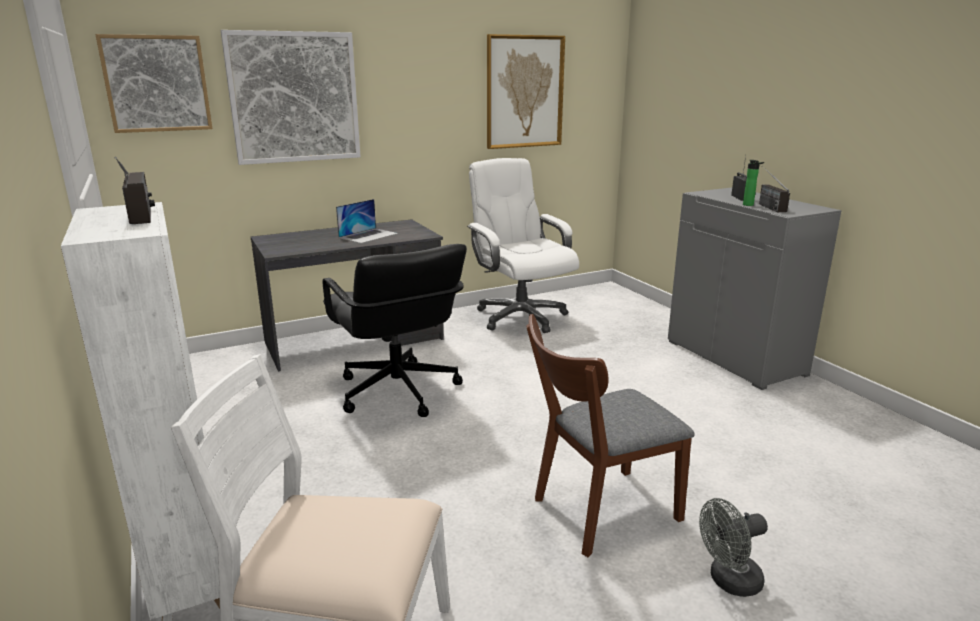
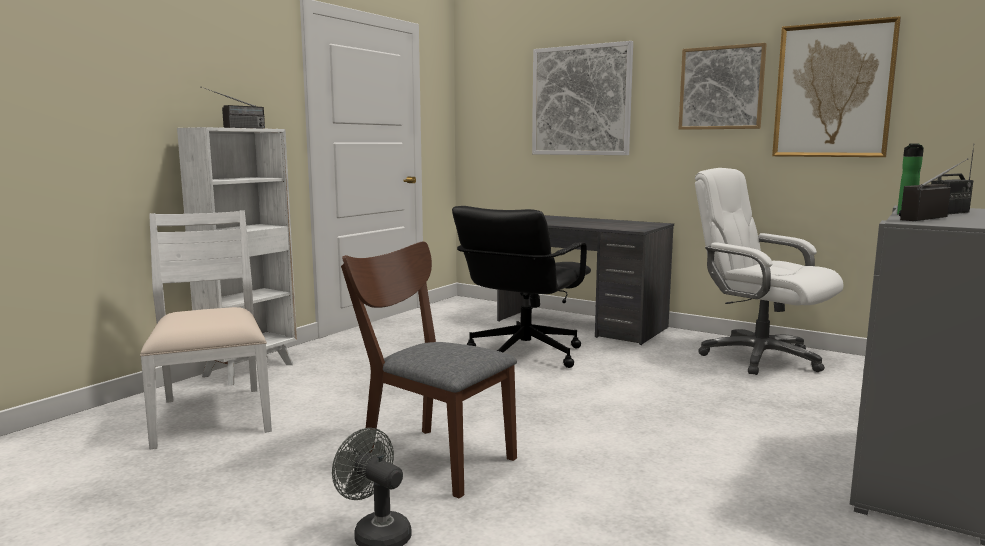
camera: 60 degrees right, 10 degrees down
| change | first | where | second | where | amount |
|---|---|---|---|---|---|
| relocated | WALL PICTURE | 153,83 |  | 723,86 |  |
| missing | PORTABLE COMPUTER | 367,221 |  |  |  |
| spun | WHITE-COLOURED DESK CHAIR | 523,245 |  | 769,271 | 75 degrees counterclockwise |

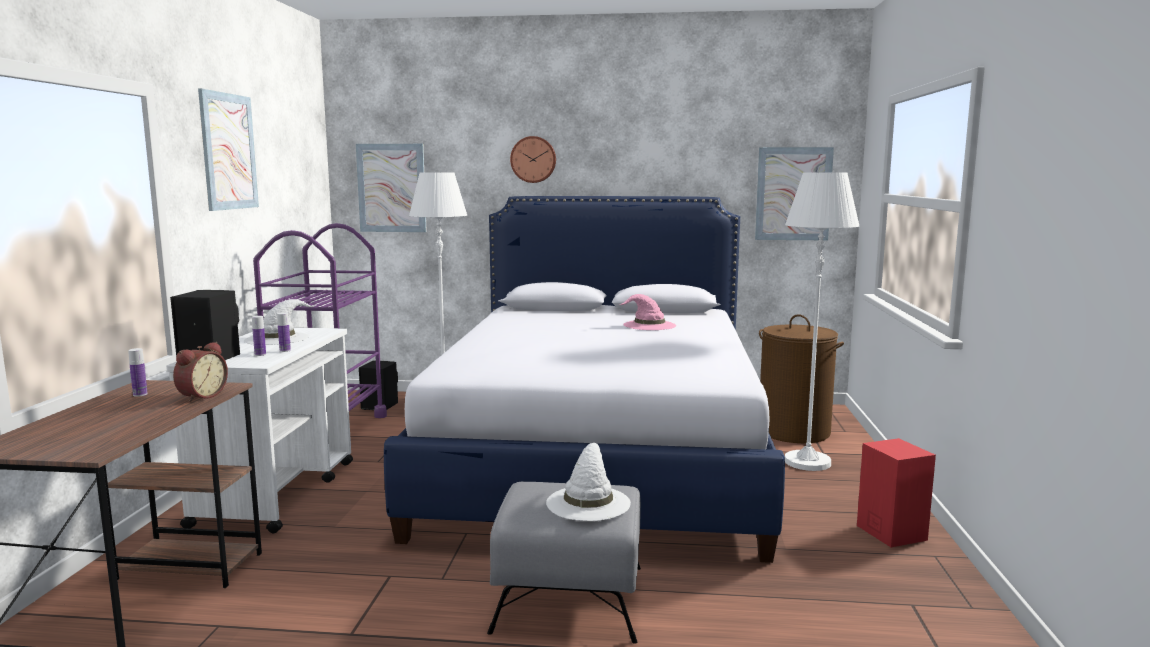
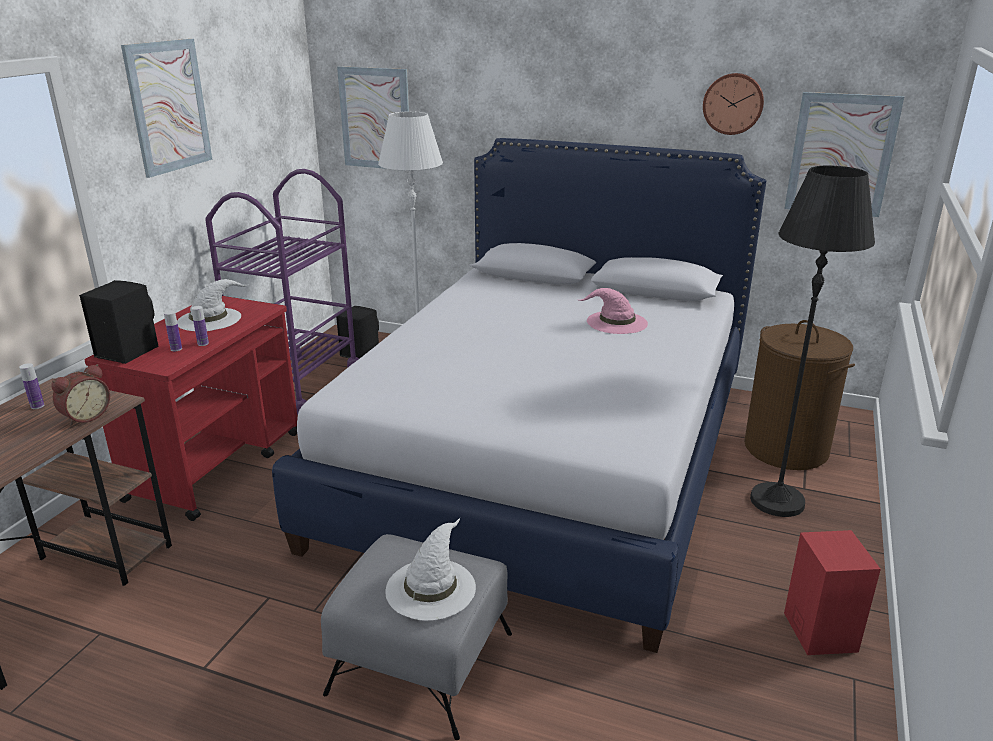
camera: 15 degrees right, 15 degrees up
| change | first | where | second | where | amount |
|---|---|---|---|---|---|
| colour | WHITE-COLOURED CART | 259,430 | RED CART | 191,408 |  |
| relocated | WALL CLOCK | 533,159 |  | 733,104 |  |
| colour | WHITE-COLOURED FLOOR LAMP | 822,321 | BLACK-COLOURED FLOOR LAMP | 812,341 |  |

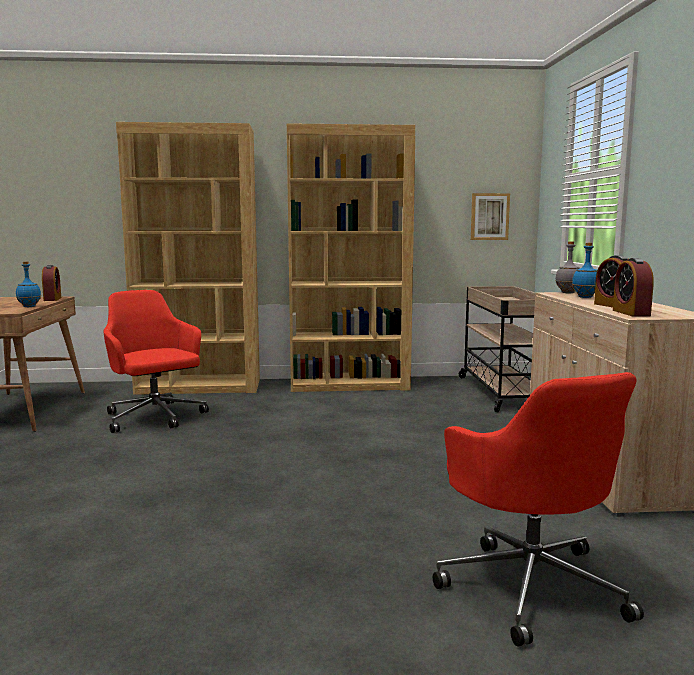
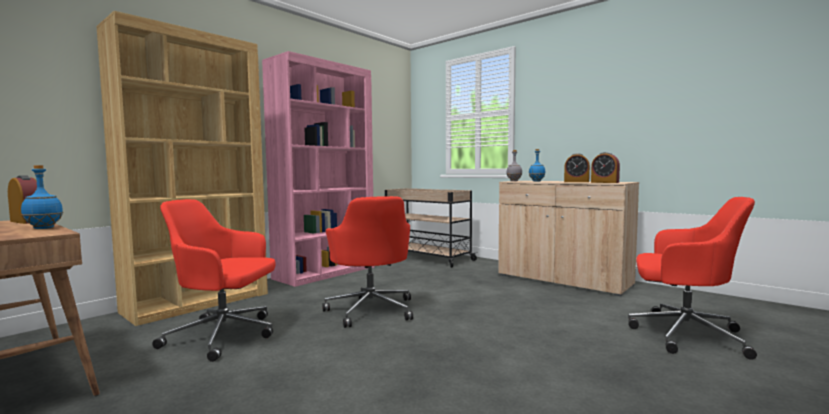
camera: 45 degrees left, 5 degrees down
| change | first | where | second | where | amount |
|---|---|---|---|---|---|
| colour | BROWN BOOKSHELF | 350,257 | PINK-COLOURED BOOKSHELF | 318,169 |  |
| missing | WALL PICTURE | 490,216 |  |  |  |
| appeared |  |  | RED DESK CHAIR | 367,262 |  |

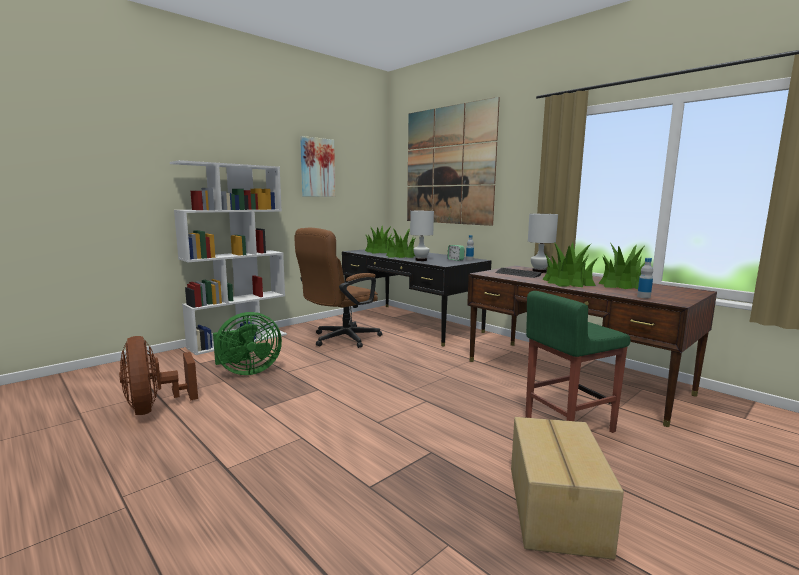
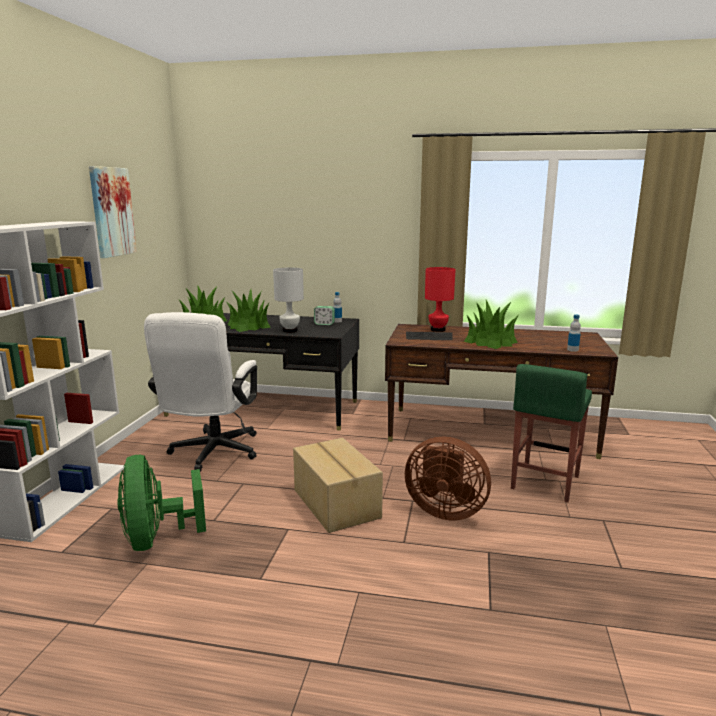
camera: 35 degrees left, 5 degrees up
| change | first | where | second | where | amount |
|---|---|---|---|---|---|
| relocated | BROWN COOLING FAN | 158,375 |  | 448,478 |  |
| spun | GREENISH COOLING FAN | 247,343 |  | 161,503 | 135 degrees clockwise |
| colour | BROWN DESK CHAIR | 338,288 | WHITE-COLOURED DESK CHAIR | 200,392 |  |
| missing | WALL PICTURE | 453,161 |  |  |  |
| relocated | CARDBOARD BOX | 567,488 |  | 338,485 |  |
| colour | WHITE-COLOURED LAMP FOR A TABLE | 543,243 | RED LAMP FOR A TABLE | 440,299 |  |
| missing | PLANT IN A POT | 621,266 |  |  |  |

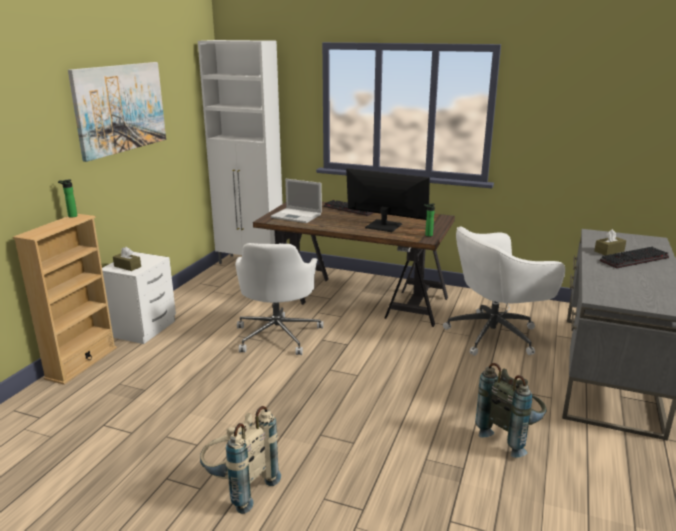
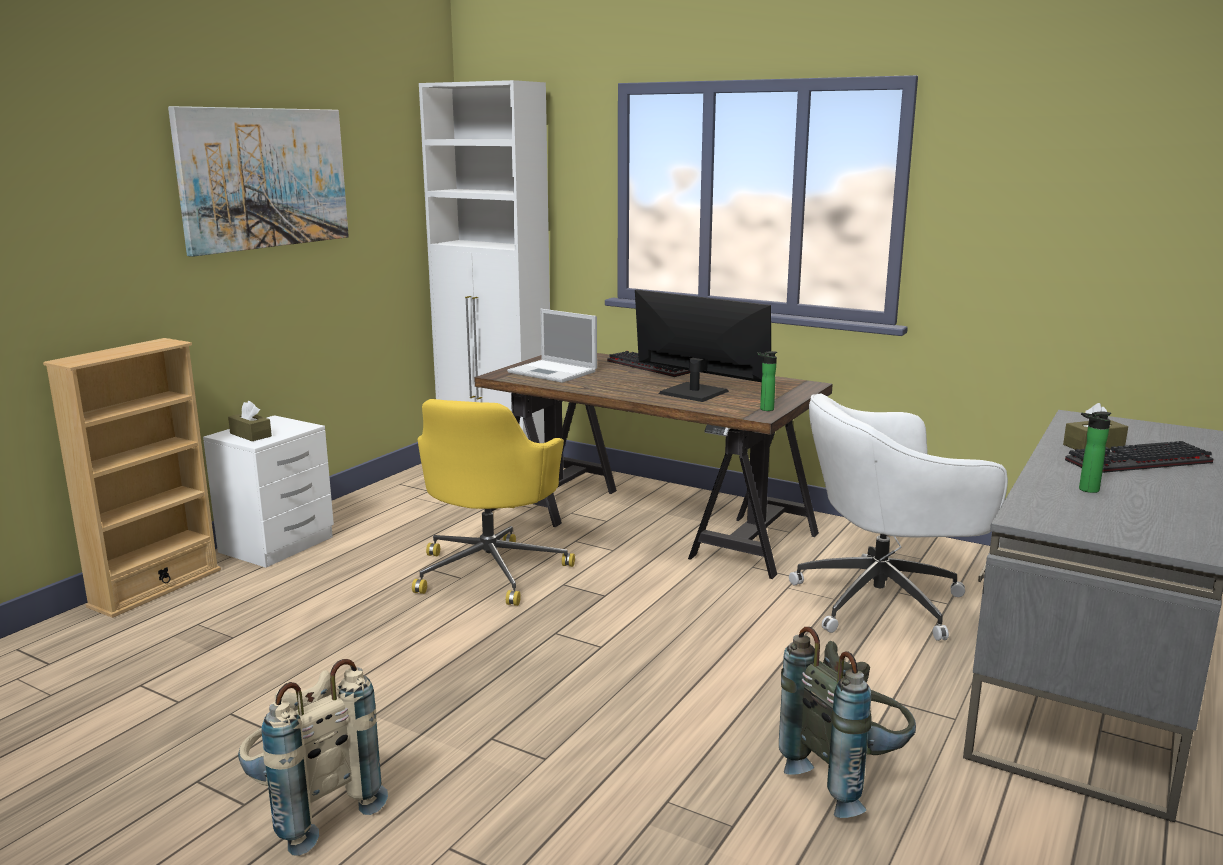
camera: 10 degrees right, 5 degrees down
| change | first | where | second | where | amount |
|---|---|---|---|---|---|
| relocated | BOTTLE | 68,199 |  | 1095,452 |  |
| colour | WHITE-COLOURED DESK CHAIR | 279,299 | YELLOWISH DESK CHAIR | 493,502 |  |

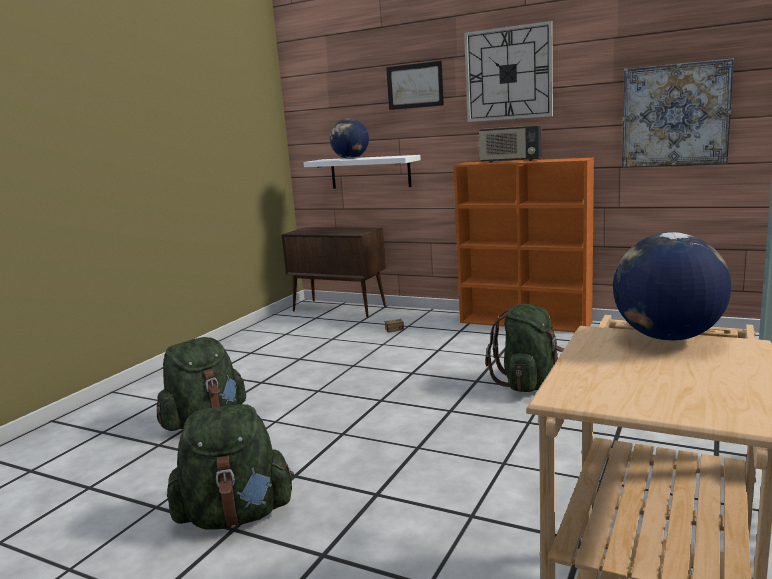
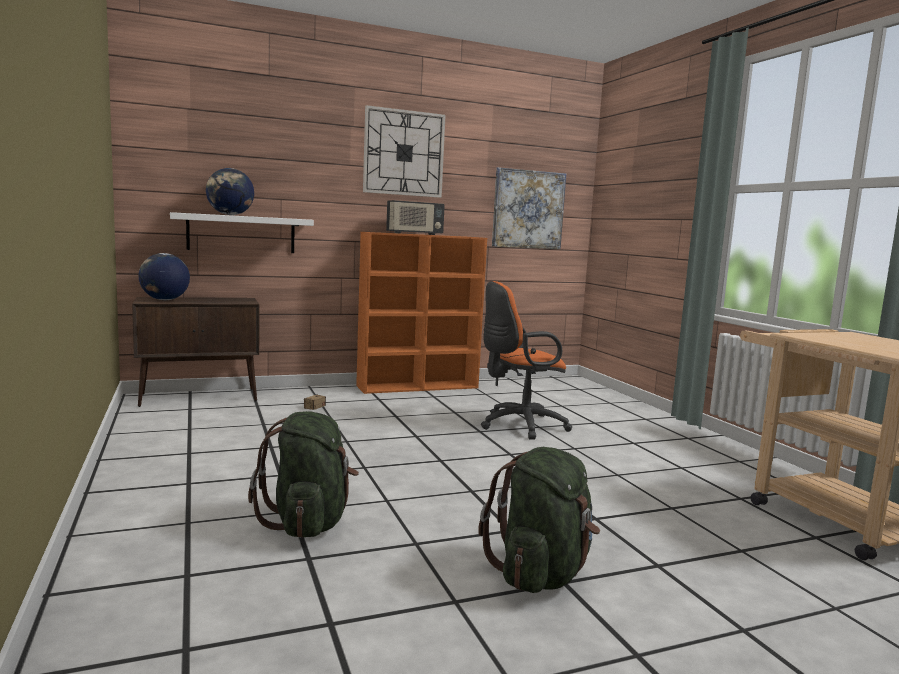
camera: 50 degrees left, 5 degrees down
| change | first | where | second | where | amount |
|---|---|---|---|---|---|
| missing | WALL PICTURE | 415,85 |  |  |  |
| exchanged | GREENISH RUCKSACK | 524,348 | ORANGE DESK CHAIR | 526,360 |  |
| relocated | GLOBE | 672,286 |  | 164,276 |  |

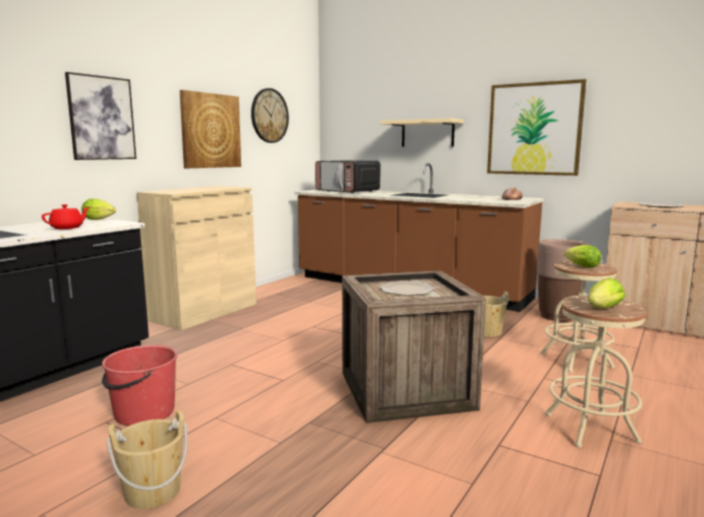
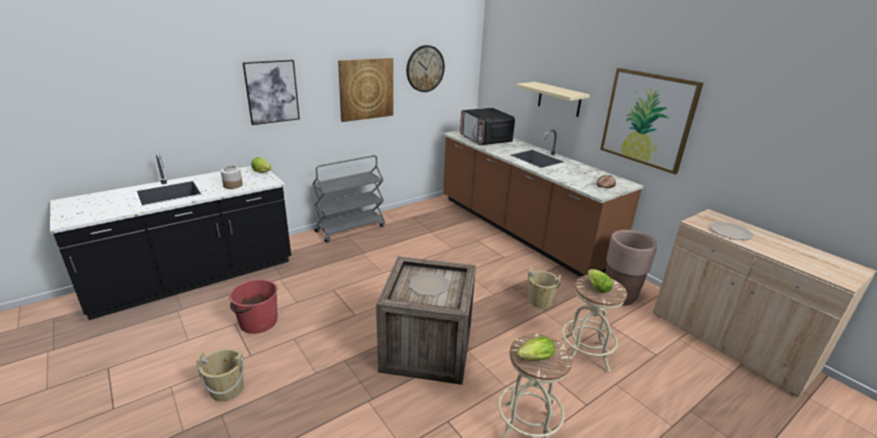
camera: 20 degrees right, 15 degrees up
| change | first | where | second | where | amount |
|---|---|---|---|---|---|
| exchanged | RED TEAPOT | 66,216 | PRESERVE JAR | 232,177 |  |
| exchanged | SAND-COLOURED STORAGE CABINET | 196,258 | GRAY CART | 348,199 |  |

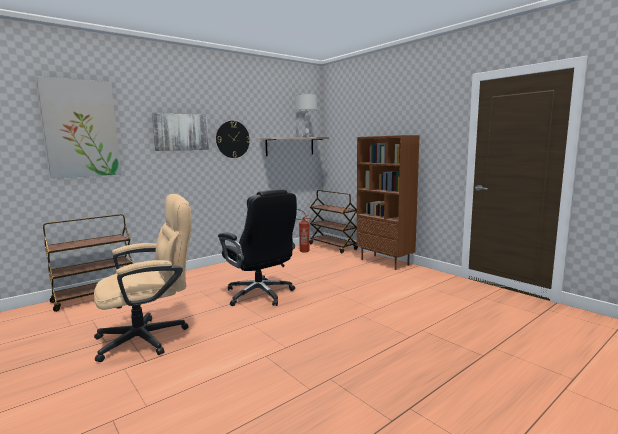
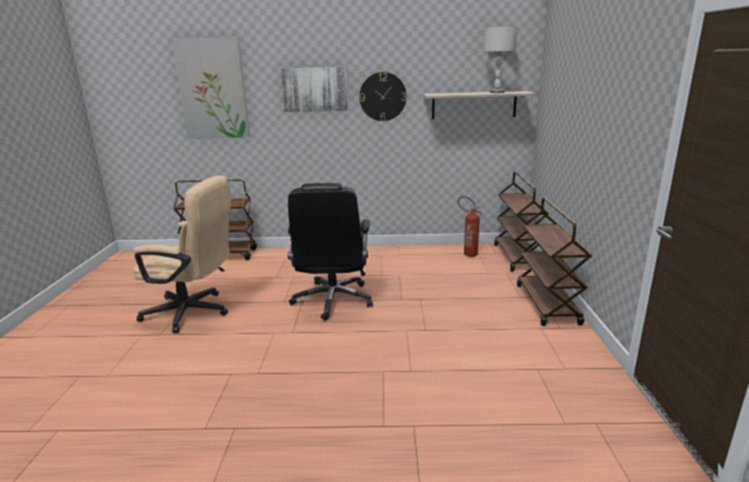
camera: 40 degrees right, 10 degrees up
| change | first | where | second | where | amount |
|---|---|---|---|---|---|
| exchanged | BROWN BOOKSHELF | 388,202 | BROWN CART | 554,262 |  |

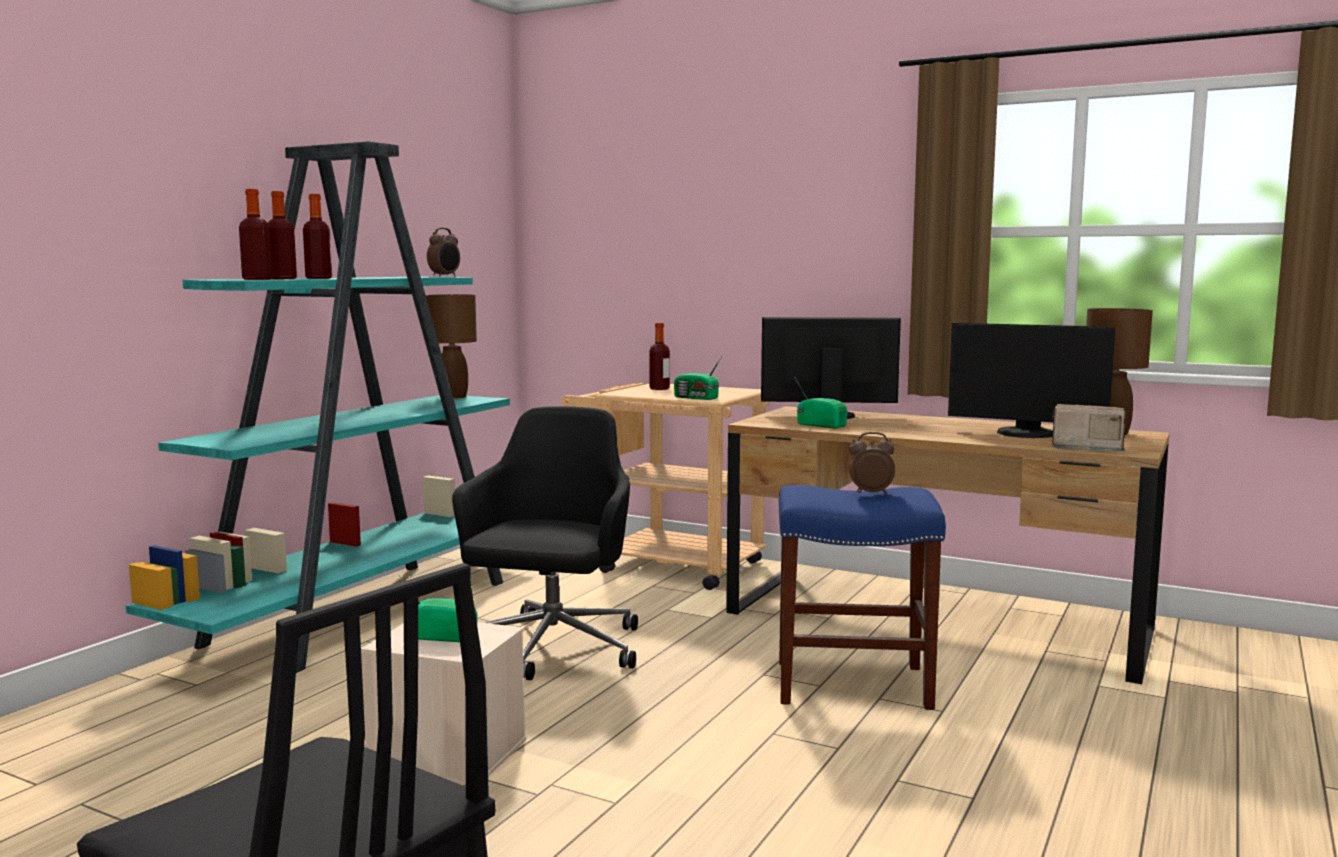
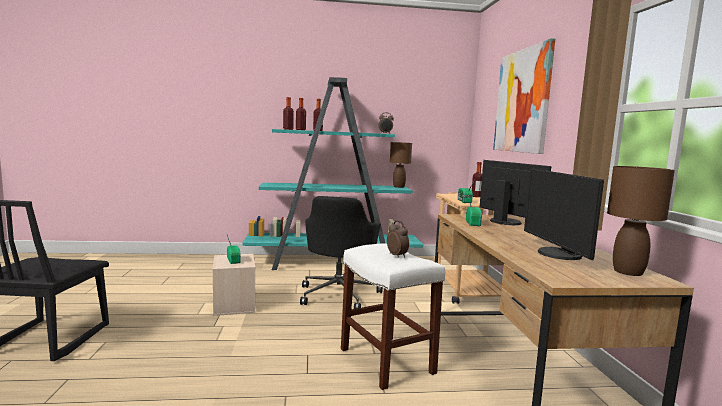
camera: 55 degrees right, 0 degrees up
| change | first | where | second | where | amount |
|---|---|---|---|---|---|
| spun | BLACK-COLOURED DESK CHAIR | 545,543 |  | 341,252 | 120 degrees clockwise |
| colour | BLUE SITTING STOOL | 862,597 | WHITE-COLOURED SITTING STOOL | 393,317 |  |
| missing | RADIO RECEIVER | 1089,427 |  |  |  |
| appeared |  |  | WALL PICTURE | 524,96 |  |

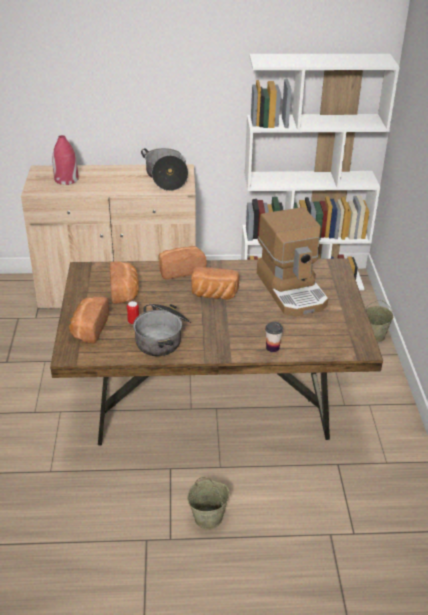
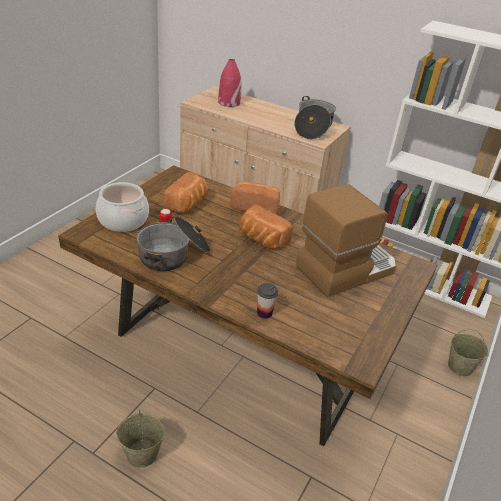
camera: 30 degrees right, 0 degrees up
| change | first | where | second | where | amount |
|---|---|---|---|---|---|
| exchanged | BAKED BREAD | 89,320 | COOKING POT | 122,207 |  |
| spun | COFFEE BREWER | 292,261 |  | 346,240 | 135 degrees counterclockwise |

